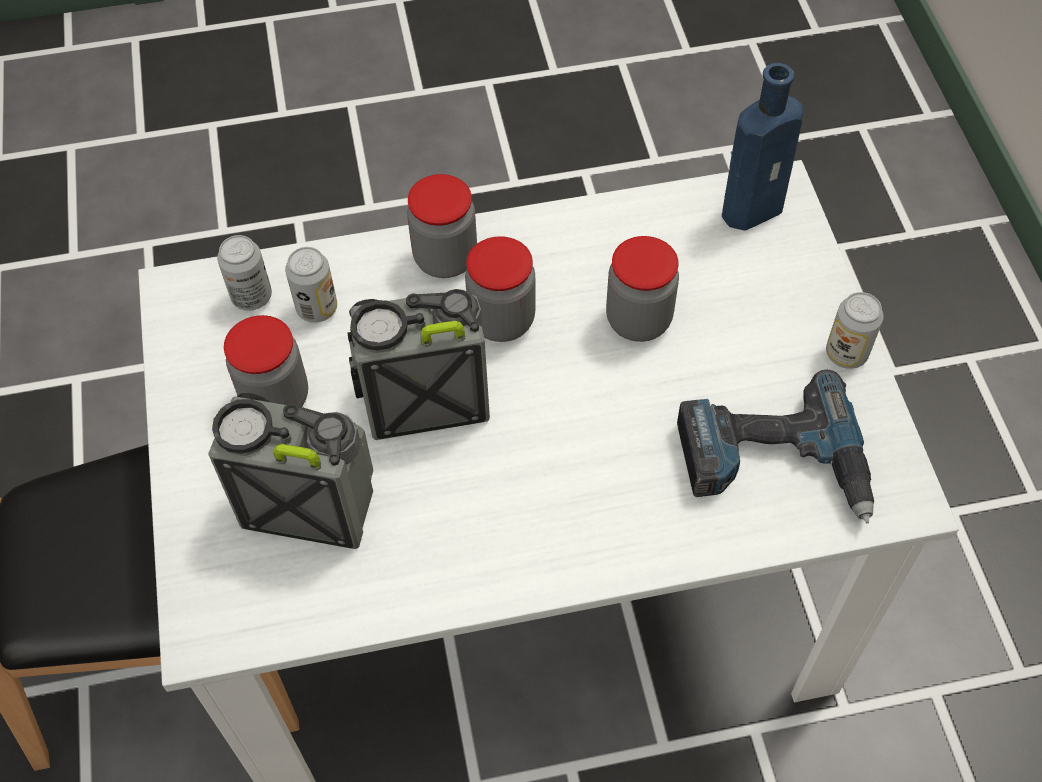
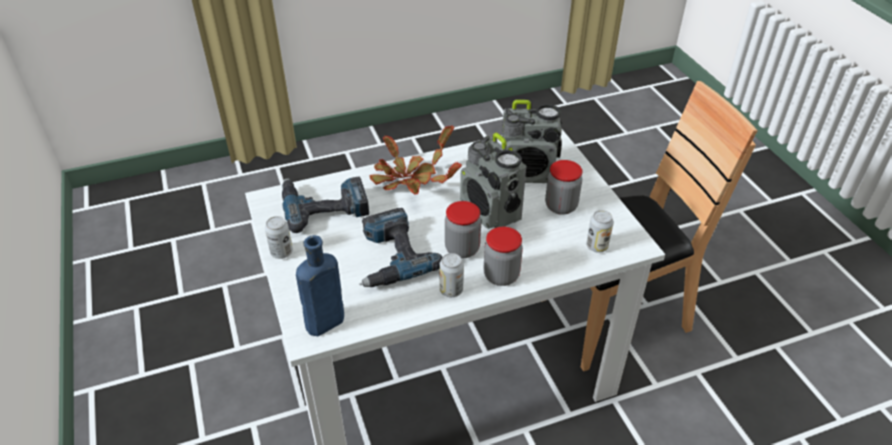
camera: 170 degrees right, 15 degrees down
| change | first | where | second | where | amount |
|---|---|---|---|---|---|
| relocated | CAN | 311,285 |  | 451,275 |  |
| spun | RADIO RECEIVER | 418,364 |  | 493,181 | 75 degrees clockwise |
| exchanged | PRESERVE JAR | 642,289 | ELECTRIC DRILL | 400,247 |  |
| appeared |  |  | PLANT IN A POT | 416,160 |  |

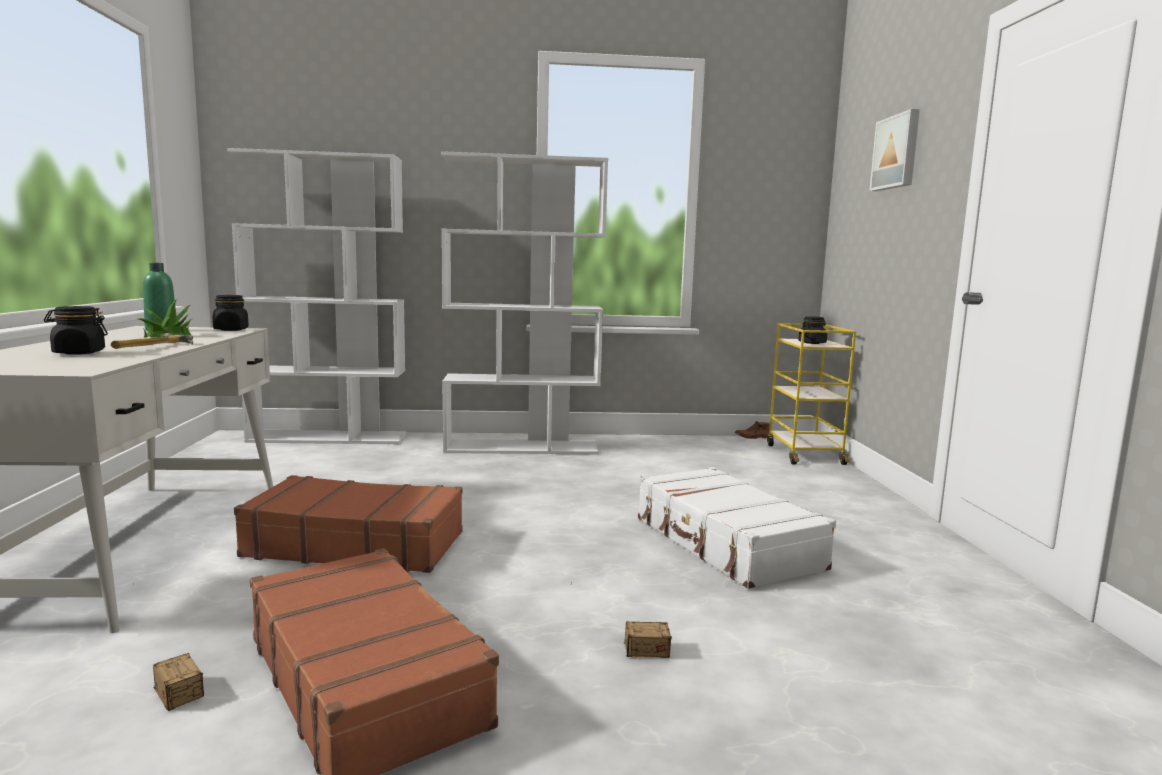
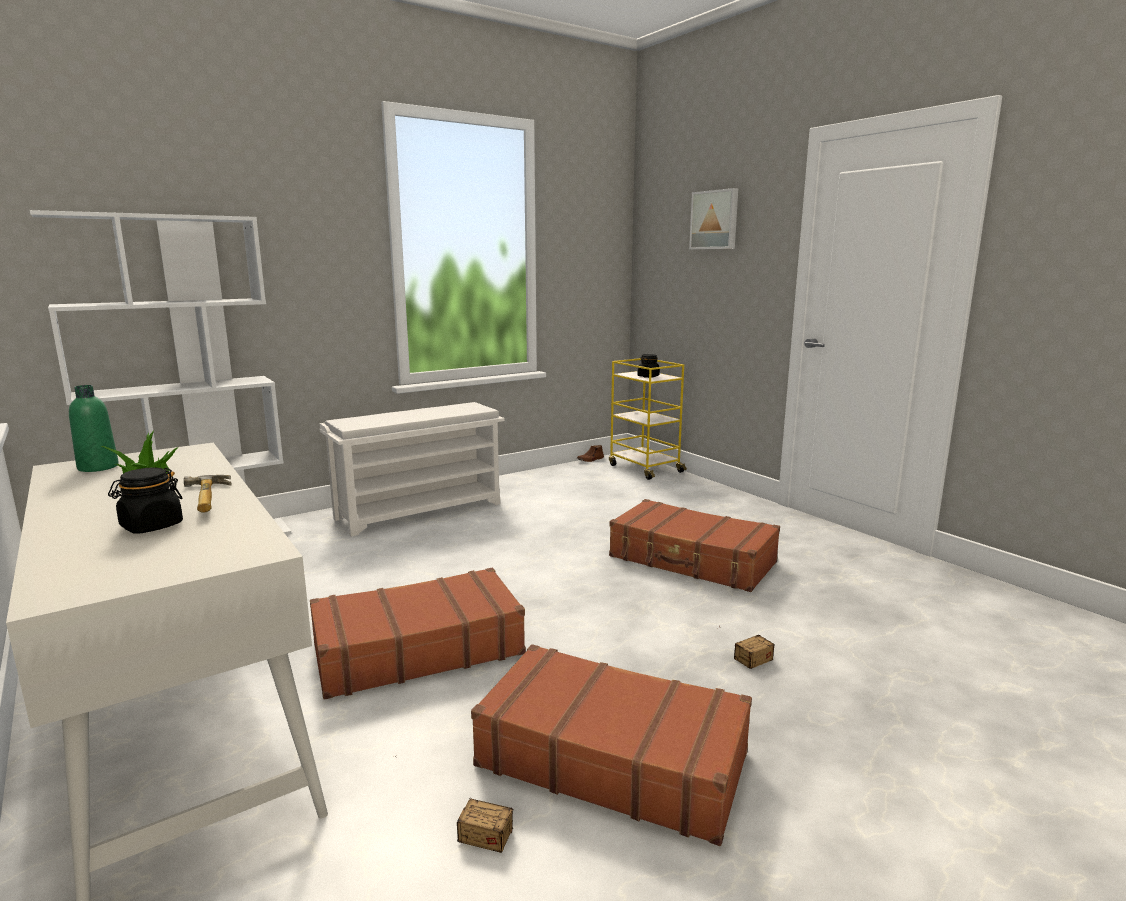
camera: 30 degrees left, 5 degrees up
| change | first | where | second | where | amount |
|---|---|---|---|---|---|
| missing | BLACK-COLOURED PRESERVE JAR | 231,313 |  |  |  |
| exchanged | WHITE-COLOURED BOOKSHELF | 524,302 | WHITE-COLOURED SHOE STAND | 412,469 |  |
| colour | WHITE-COLOURED TRAVEL CASE | 737,528 | BROWN TRAVEL CASE | 694,545 |  |

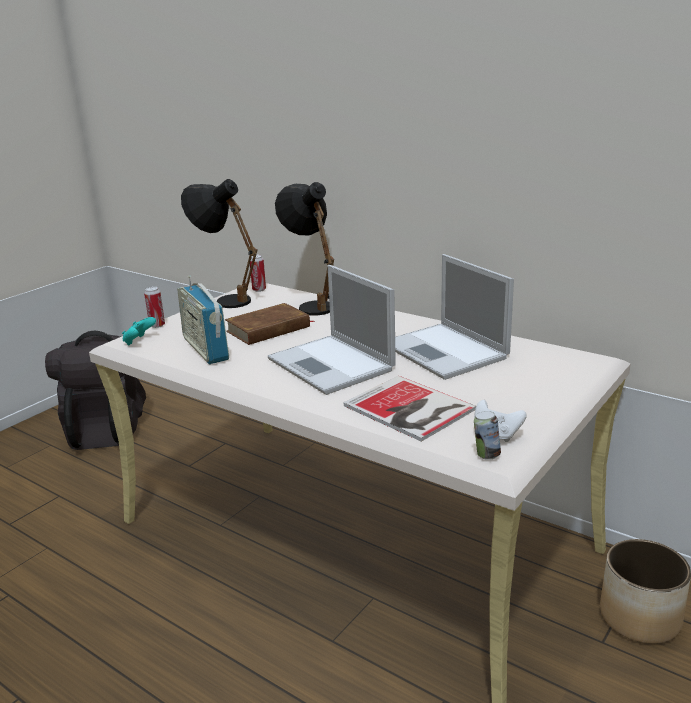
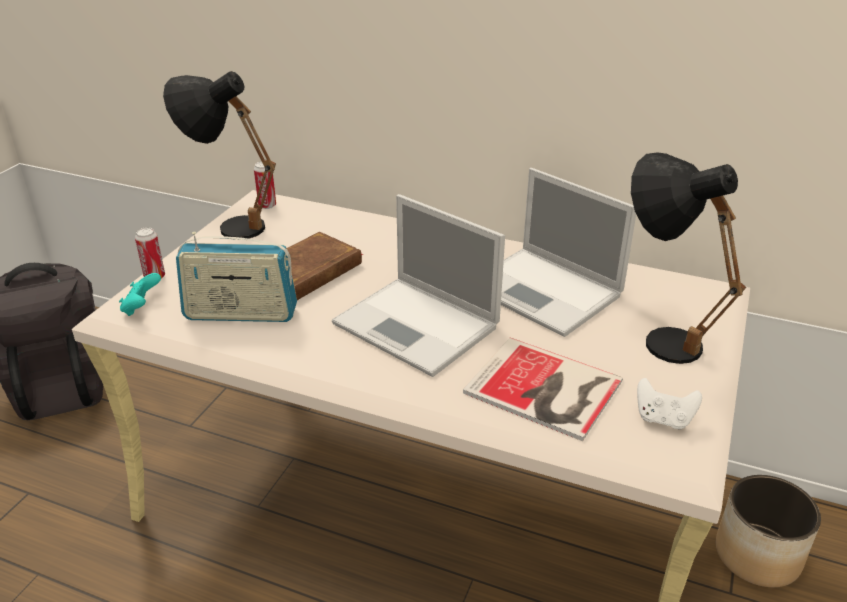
camera: 15 degrees left, 10 degrees up
| change | first | where | second | where | amount |
|---|---|---|---|---|---|
| spun | RADIO RECEIVER | 203,320 |  | 236,277 | 45 degrees counterclockwise |
| relocated | BLACK-COLOURED LAMP FOR A TABLE | 304,248 |  | 688,258 |  |
| missing | CAN | 487,435 |  |  |  |

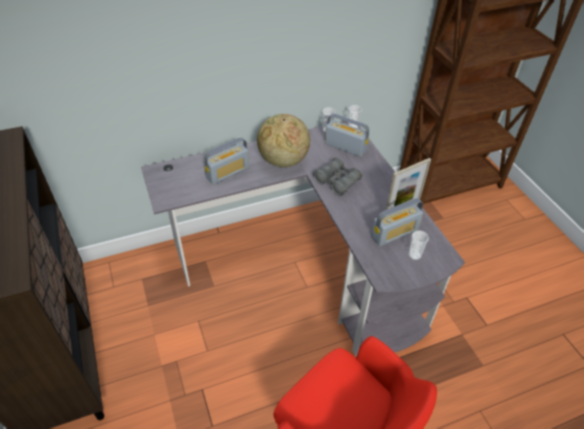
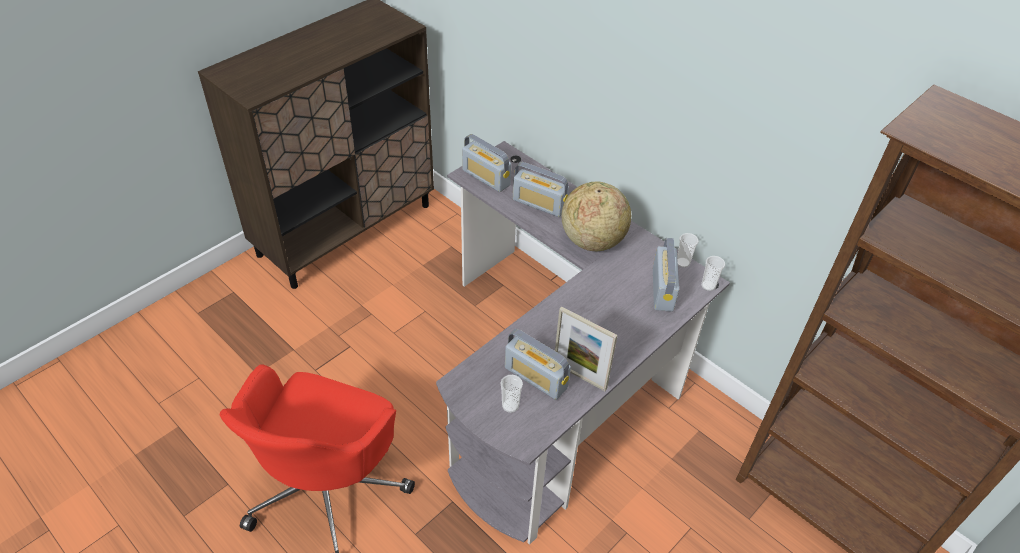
camera: 65 degrees right, 0 degrees up
| change | first | where | second | where | amount |
|---|---|---|---|---|---|
| missing | GRAY PAIR OF BINOCULARS | 337,176 |  |  |  |
| appeared |  |  | RADIO RECEIVER | 486,163 |  |

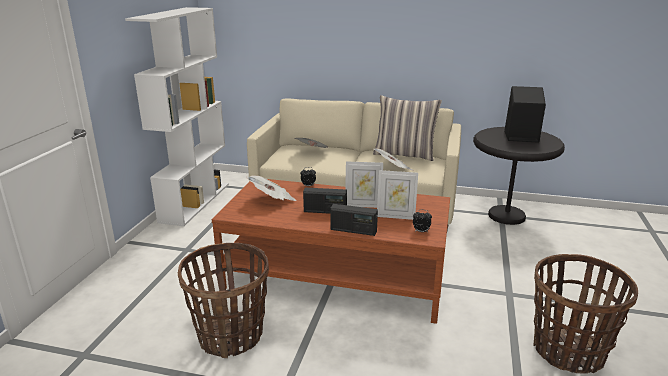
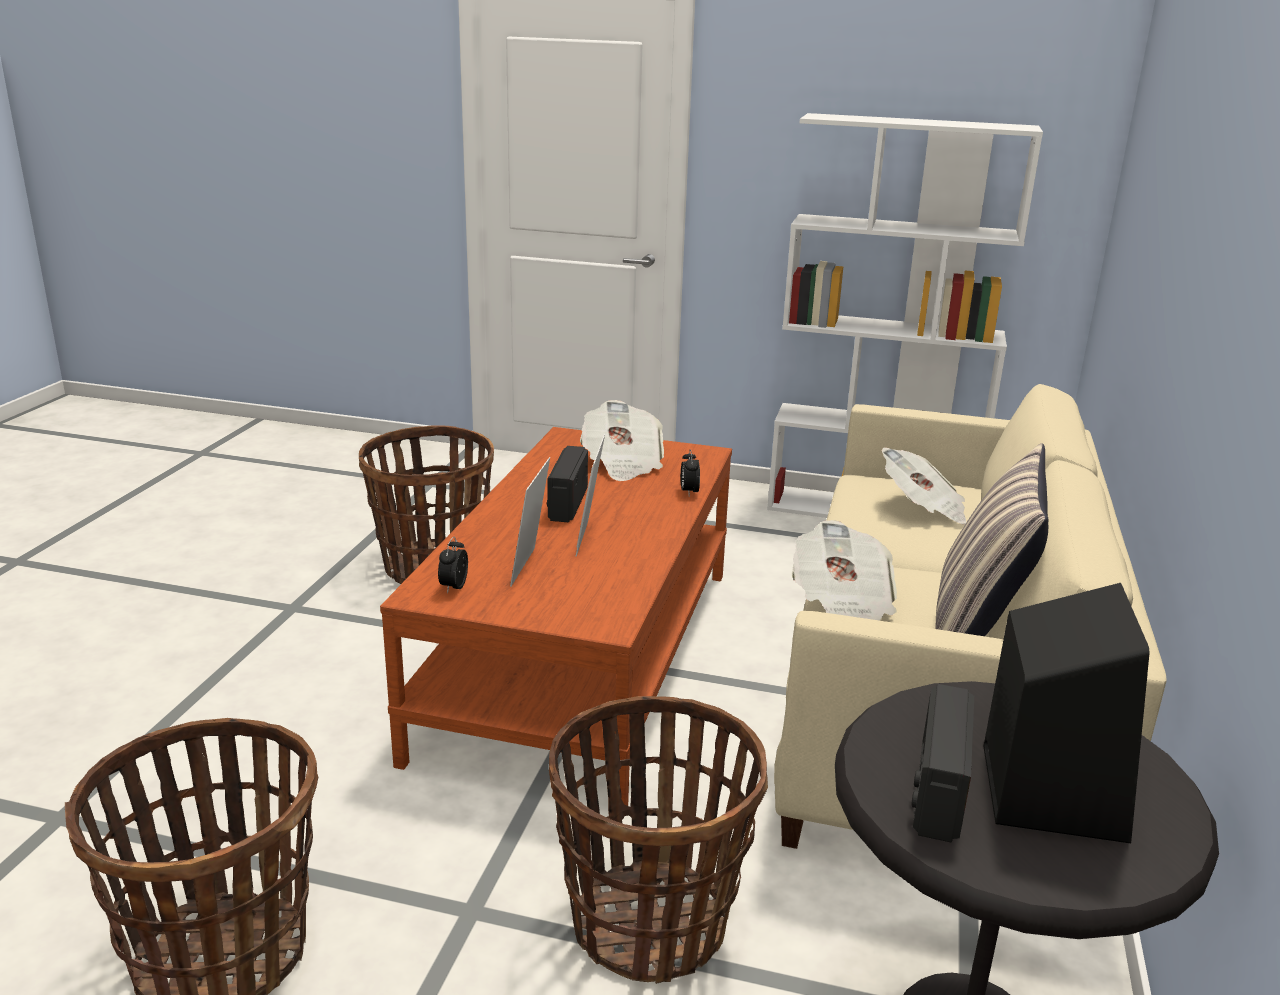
camera: 90 degrees right, 0 degrees up
| change | first | where | second | where | amount |
|---|---|---|---|---|---|
| relocated | RADIO RECEIVER | 354,220 |  | 942,763 |  |
| appeared |  |  | HOUSEHOLD BASKET | 658,840 |  |

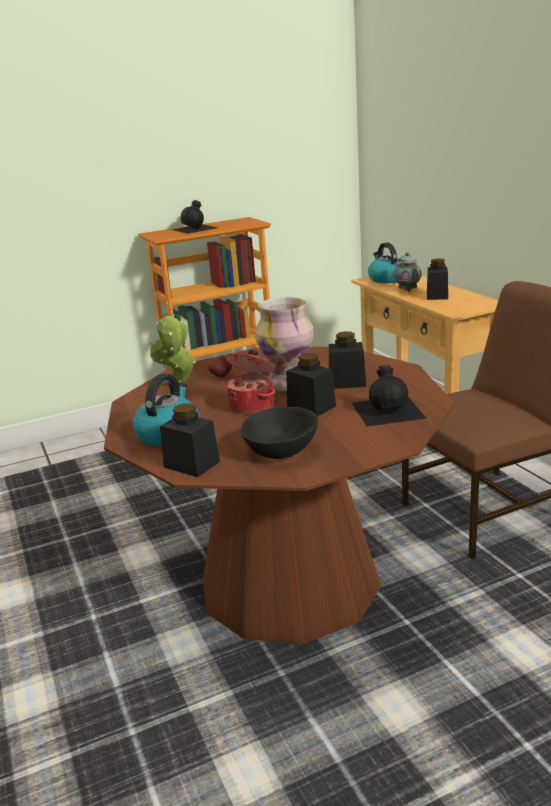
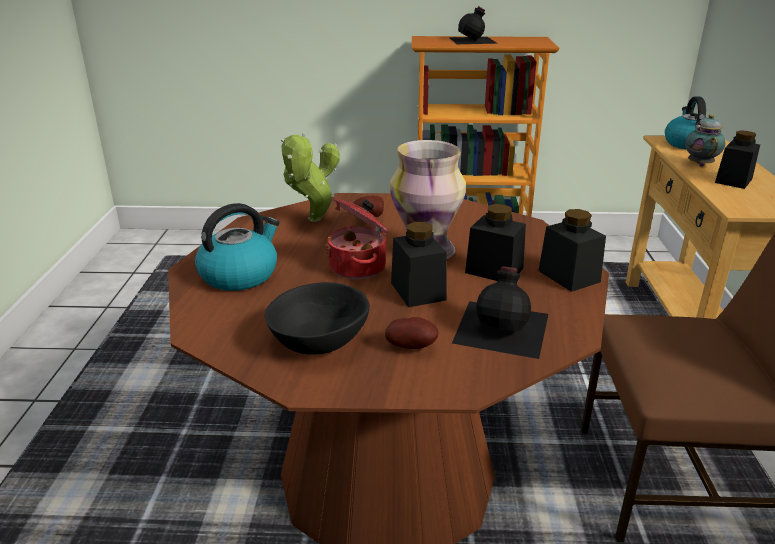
camera: 25 degrees right, 5 degrees up
| change | first | where | second | where | amount |
|---|---|---|---|---|---|
| relocated | BLACK-COLOURED PRESERVE JAR | 190,440 |  | 572,250 |  |
| appeared |  |  | POTATO | 411,333 |  |

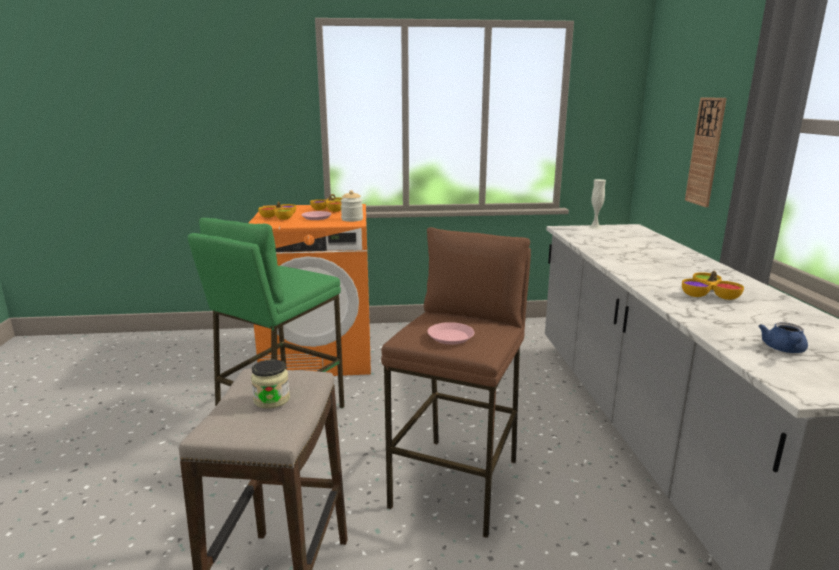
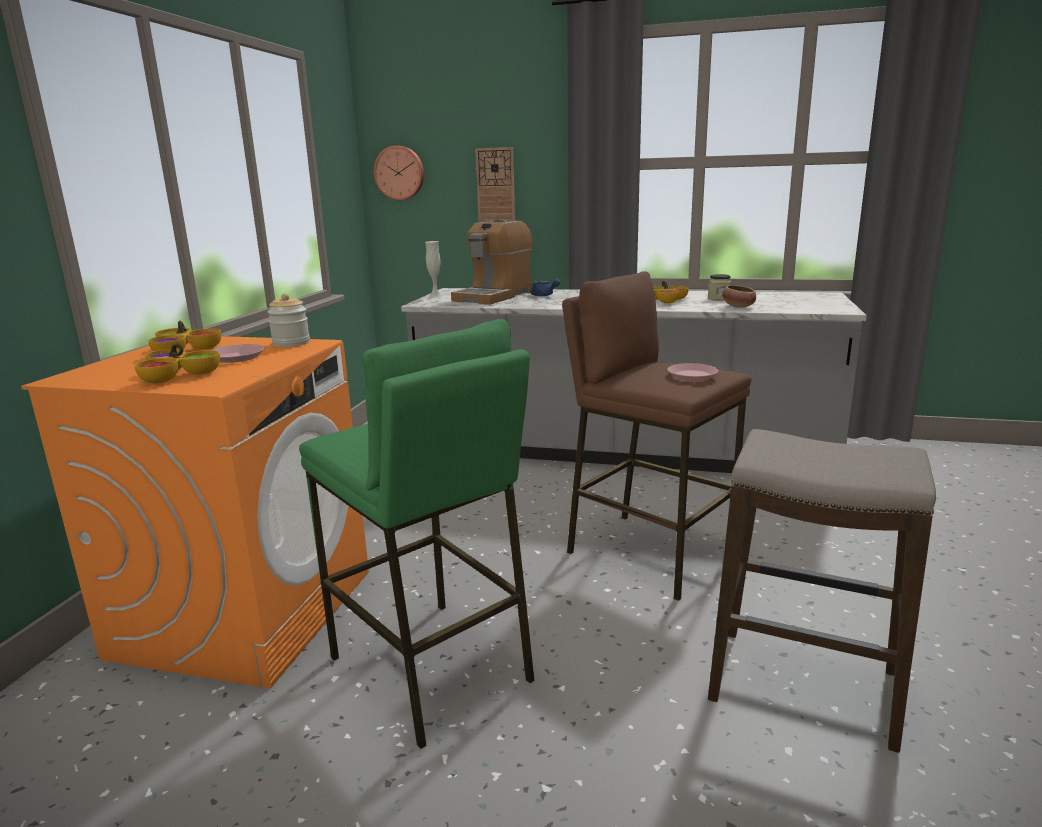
camera: 70 degrees left, 0 degrees up
| change | first | where | second | where | amount |
|---|---|---|---|---|---|
| relocated | PRESERVE JAR | 270,384 |  | 719,287 |  |
| relocated | BLUE TEAPOT | 783,337 |  | 545,287 |  |
| appeared |  |  | WALL CLOCK | 398,172 |  |
| appeared |  |  | COFFEE BREWER | 491,262 |  |
| appeared |  |  | DEEP DISH | 739,296 |  |

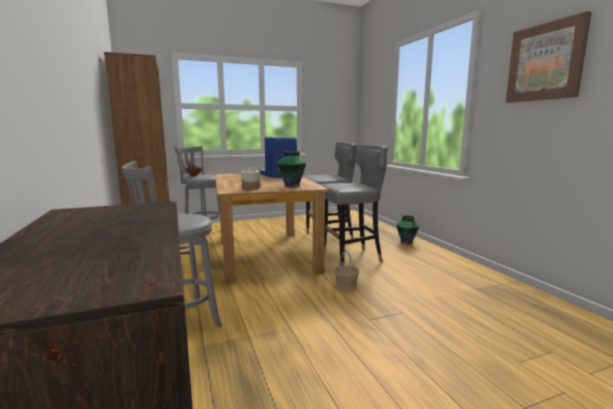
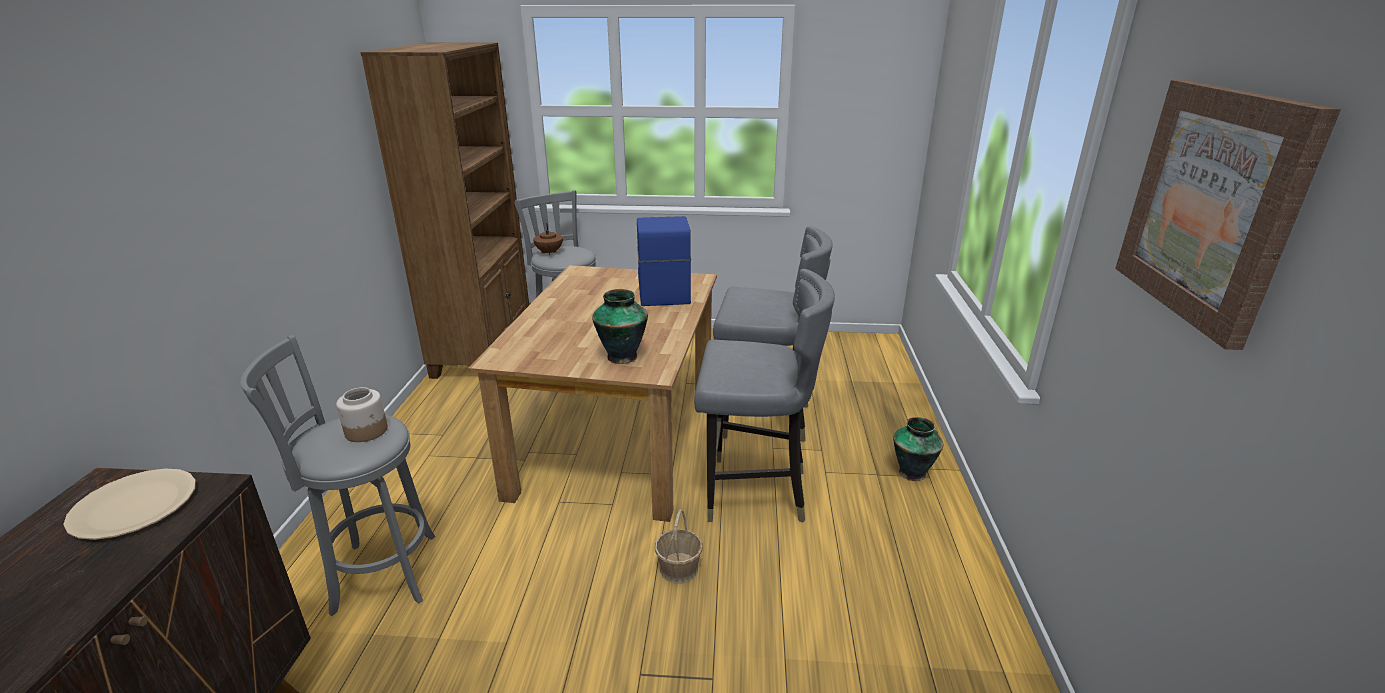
camera: 25 degrees right, 15 degrees up
| change | first | where | second | where | amount |
|---|---|---|---|---|---|
| relocated | PRESERVE JAR | 250,179 |  | 362,414 |  |
| appeared |  |  | SAND-COLOURED DINNER PLATE | 129,504 |  |

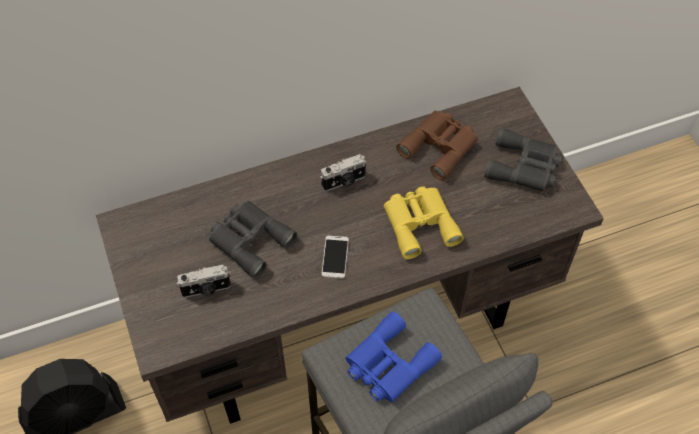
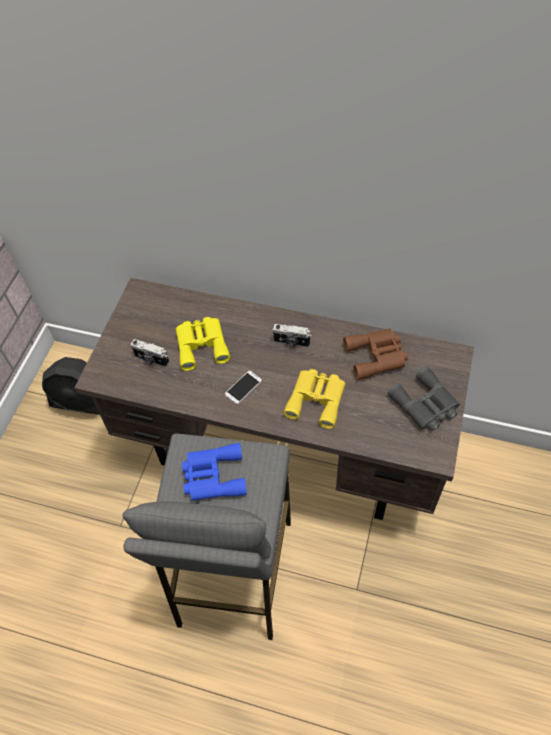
camera: 40 degrees right, 0 degrees up
| change | first | where | second | where | amount |
|---|---|---|---|---|---|
| colour | GRAY PAIR OF BINOCULARS | 253,239 | YELLOWISH PAIR OF BINOCULARS | 203,344 |  |

